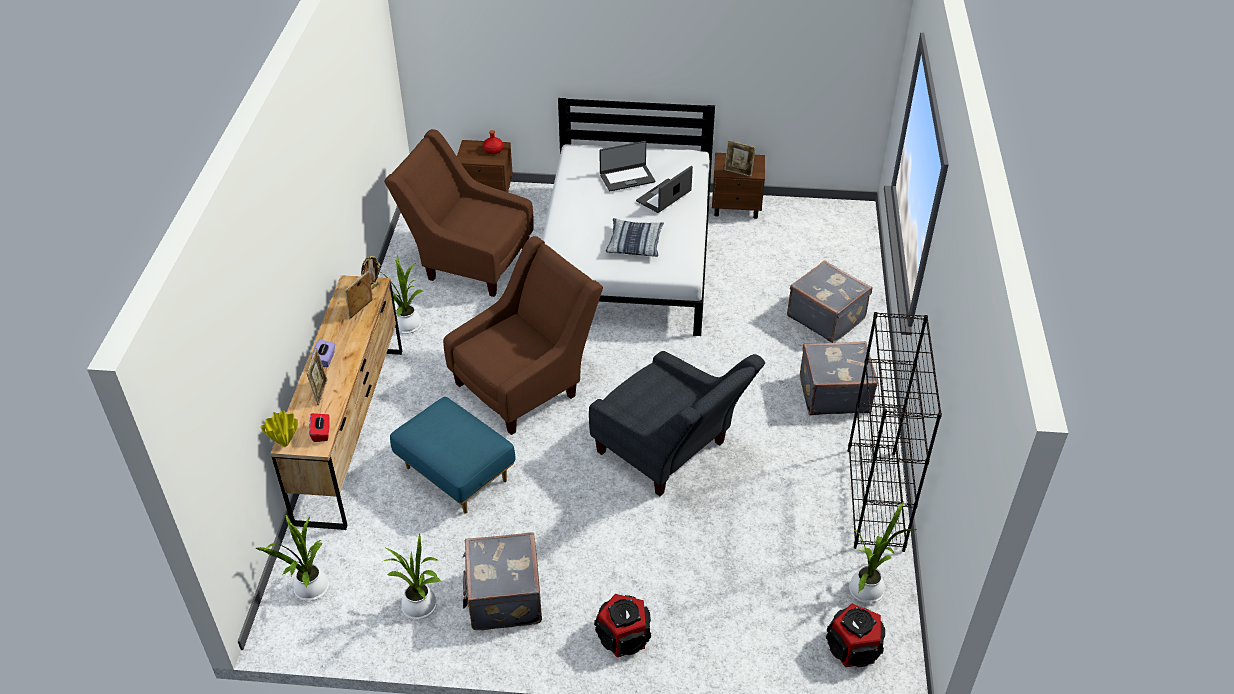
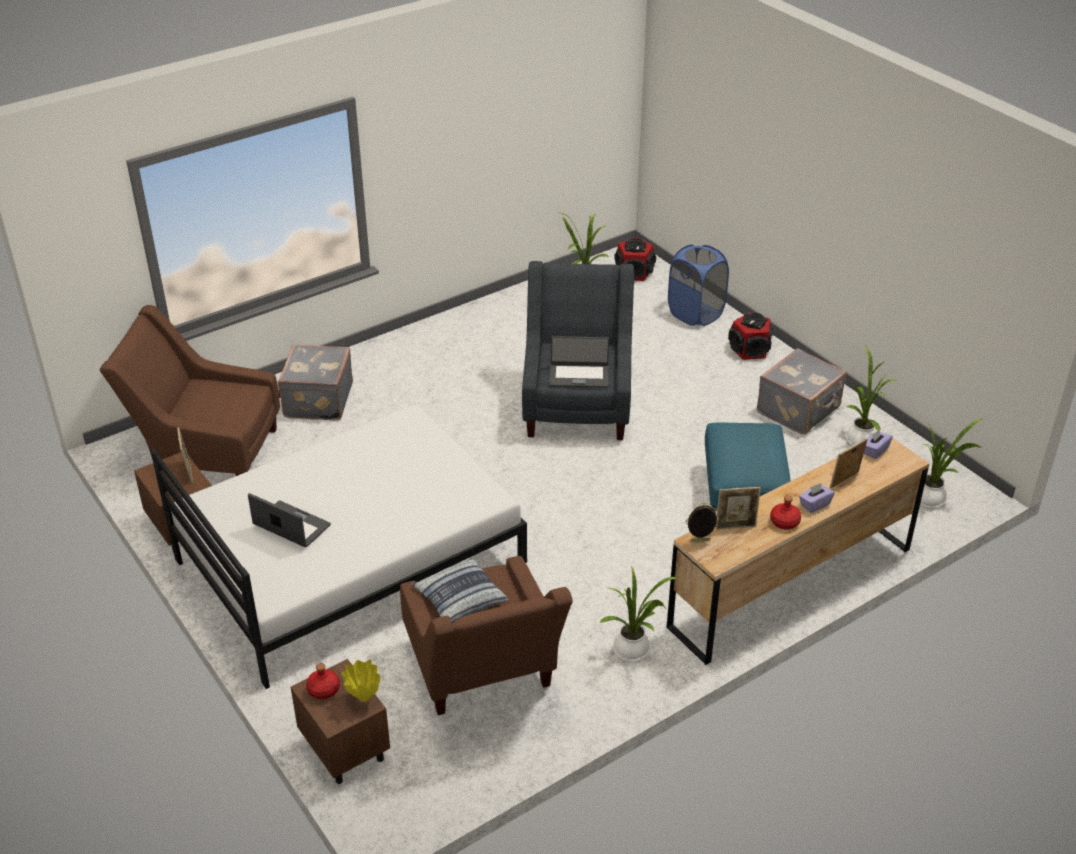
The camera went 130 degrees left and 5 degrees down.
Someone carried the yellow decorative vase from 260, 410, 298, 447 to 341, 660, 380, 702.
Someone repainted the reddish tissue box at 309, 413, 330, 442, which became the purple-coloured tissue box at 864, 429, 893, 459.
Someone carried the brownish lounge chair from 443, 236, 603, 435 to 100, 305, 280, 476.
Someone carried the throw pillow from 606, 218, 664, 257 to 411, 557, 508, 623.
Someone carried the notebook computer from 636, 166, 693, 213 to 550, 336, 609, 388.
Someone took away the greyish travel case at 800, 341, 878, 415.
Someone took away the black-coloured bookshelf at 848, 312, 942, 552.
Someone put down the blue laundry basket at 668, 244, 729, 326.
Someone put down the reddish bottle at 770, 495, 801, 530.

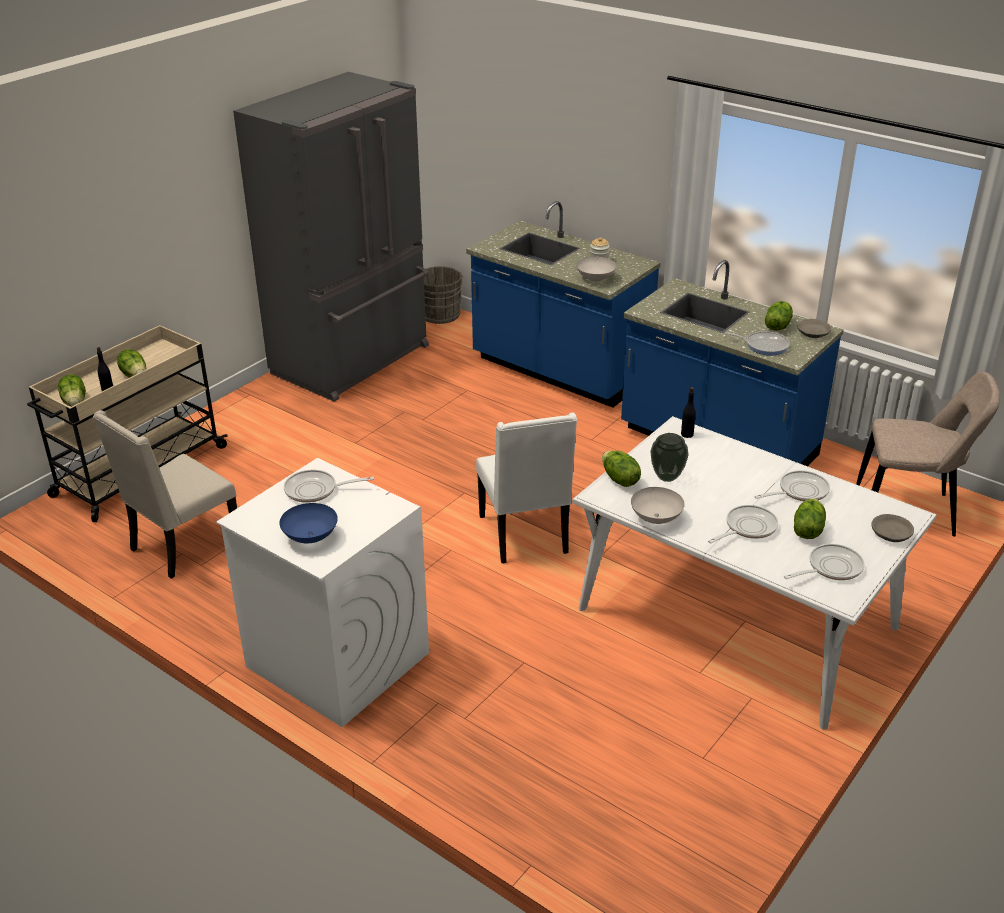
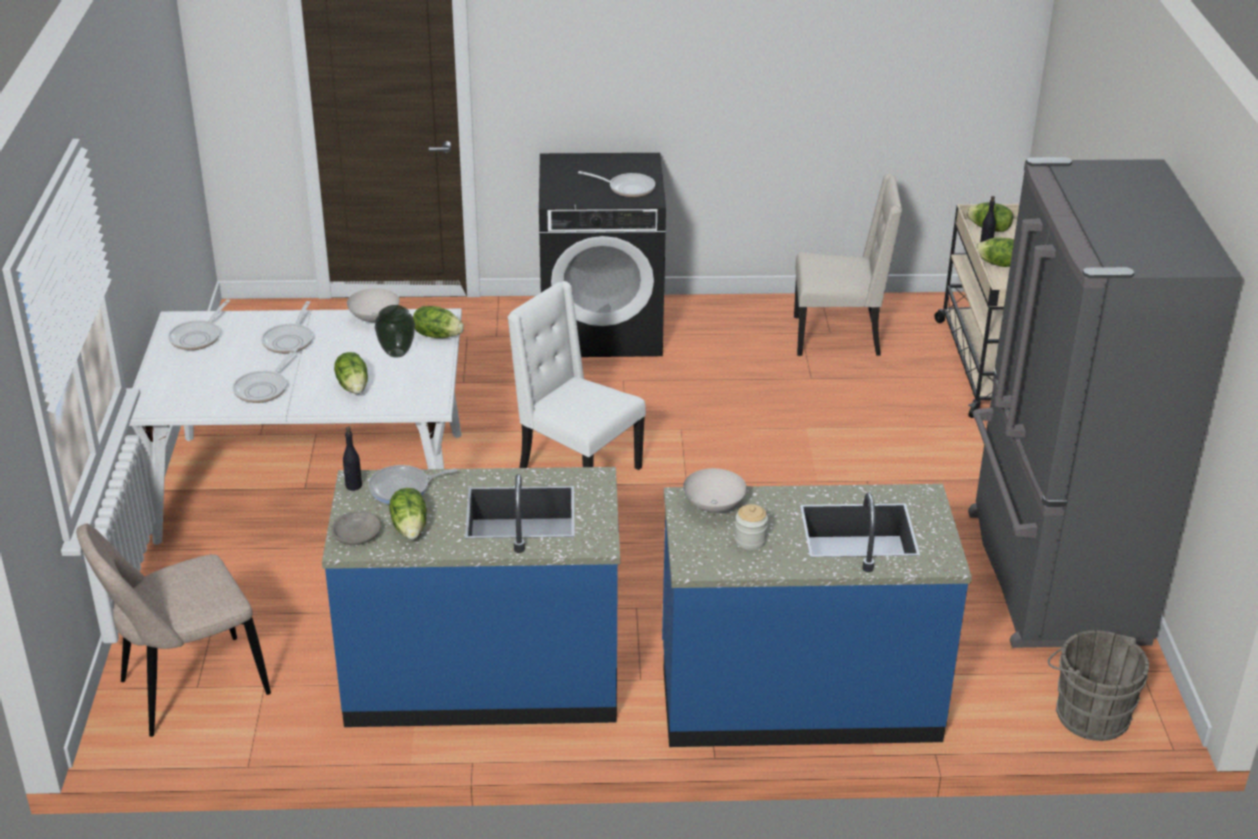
The camera went 140 degrees right and 0 degrees up.
Someone rotated the beige-coloured plain chair at 93, 410, 237, 579 by 90 degrees clockwise.
Someone repainted the whitish washing machine at 216, 458, 429, 727, which became the black-coloured washing machine at 539, 153, 666, 357.
Someone took away the blue serving bowl at 279, 503, 338, 544.
Someone rotated the pan at 284, 470, 374, 503 by 60 degrees clockwise.
Someone carried the black-coloured bottle from 681, 387, 696, 438 to 343, 427, 362, 491.
Someone carried the head of lettuce from 794, 498, 826, 539 to 334, 352, 368, 394.
Someone took away the greyish serving bowl at 871, 514, 914, 542.

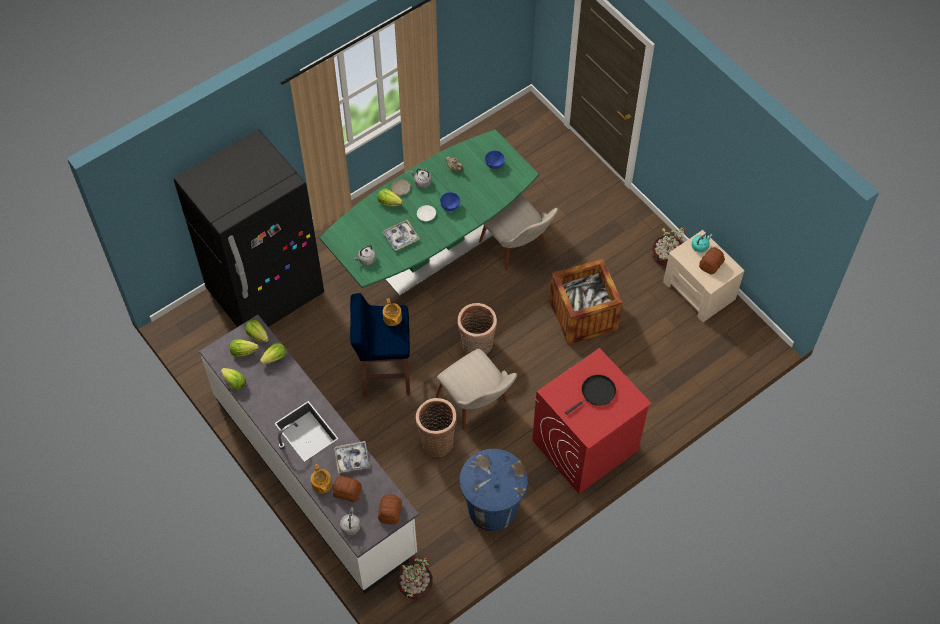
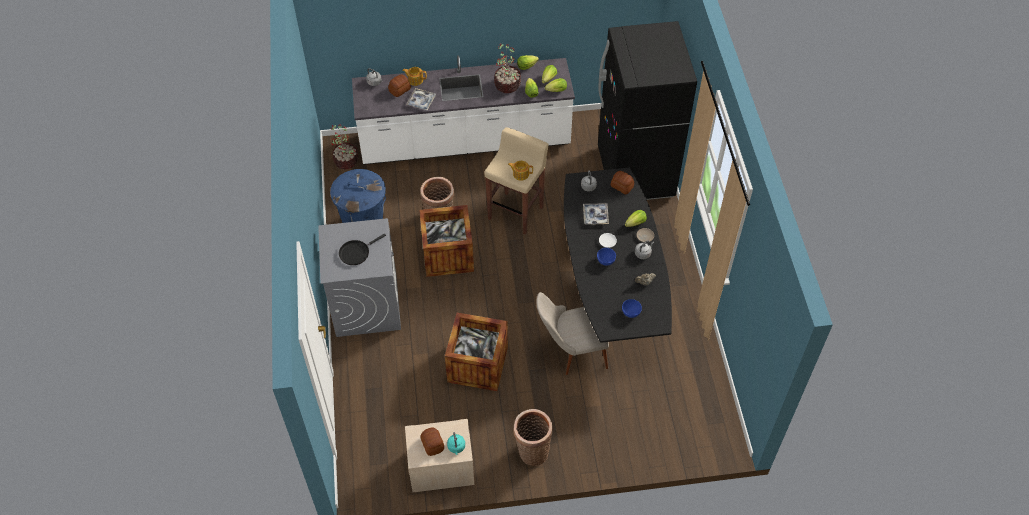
The camera went 120 degrees right and 5 degrees down.
Someone repainted the green kitchen table at 320, 130, 539, 296, which became the black-coloured kitchen table at 564, 168, 672, 343.
Someone repainted the blue stool seat at 350, 293, 410, 397, which became the beige-coloured stool seat at 484, 127, 549, 235.
Someone carried the bakery bread from 378, 494, 402, 525 to 611, 171, 634, 194.
Someone swapped the beige-coloured plain chair at 436, 349, 517, 430 for the packing crate at 419, 205, 474, 277.
Someone carried the storage basket from 457, 303, 497, 355 to 513, 409, 553, 466.
Someone repainted the reddish washing machine at 532, 348, 652, 494, which became the greyish washing machine at 318, 218, 401, 337.
Someone rotated the black-coloured pan at 565, 375, 616, 414 by 60 degrees clockwise.
Someone carried the houseplant from 652, 227, 687, 267 to 494, 44, 521, 93.

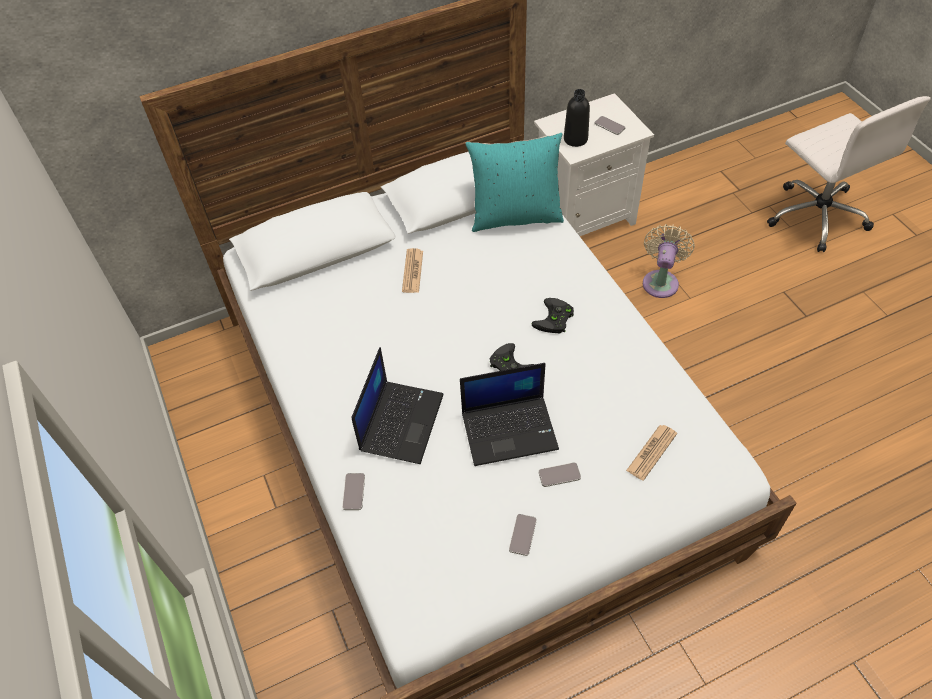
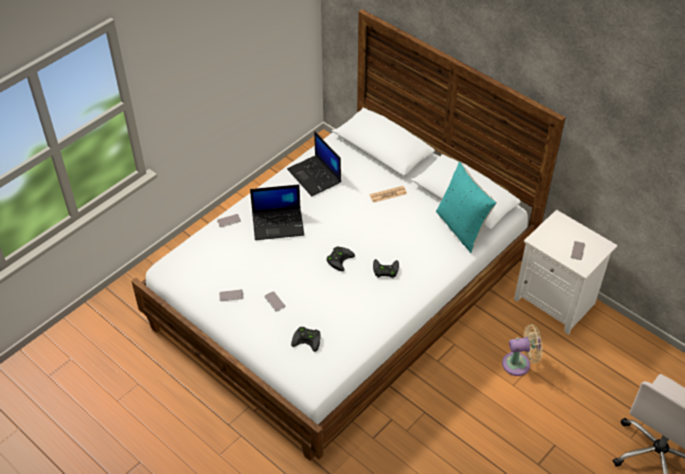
The camera went 65 degrees right and 5 degrees down.
Someone carried the notebook computer from 460, 363, 559, 466 to 287, 131, 341, 196.
Someone took away the black-coloured bottle at 564, 89, 590, 147.
Someone swapped the daily paper at 626, 425, 677, 481 for the black-coloured joypad at 291, 327, 321, 352.

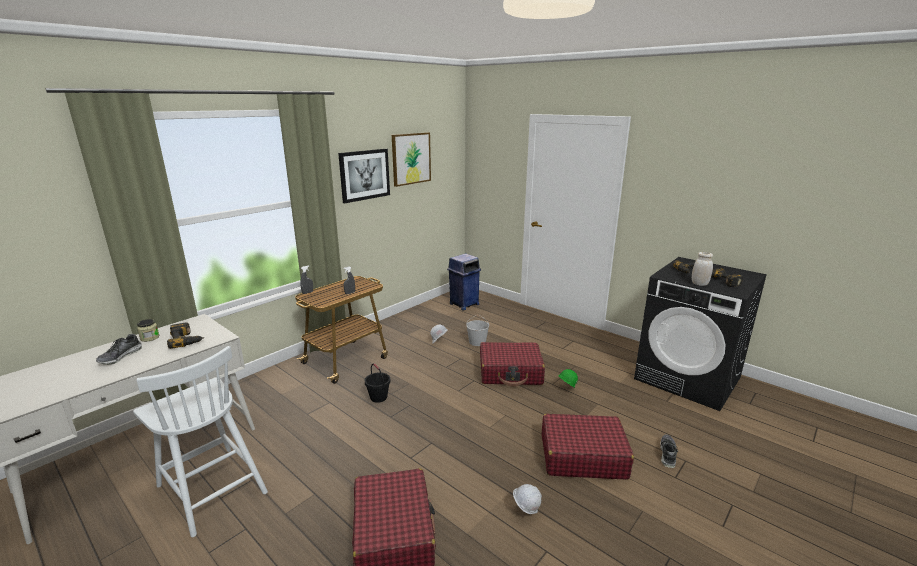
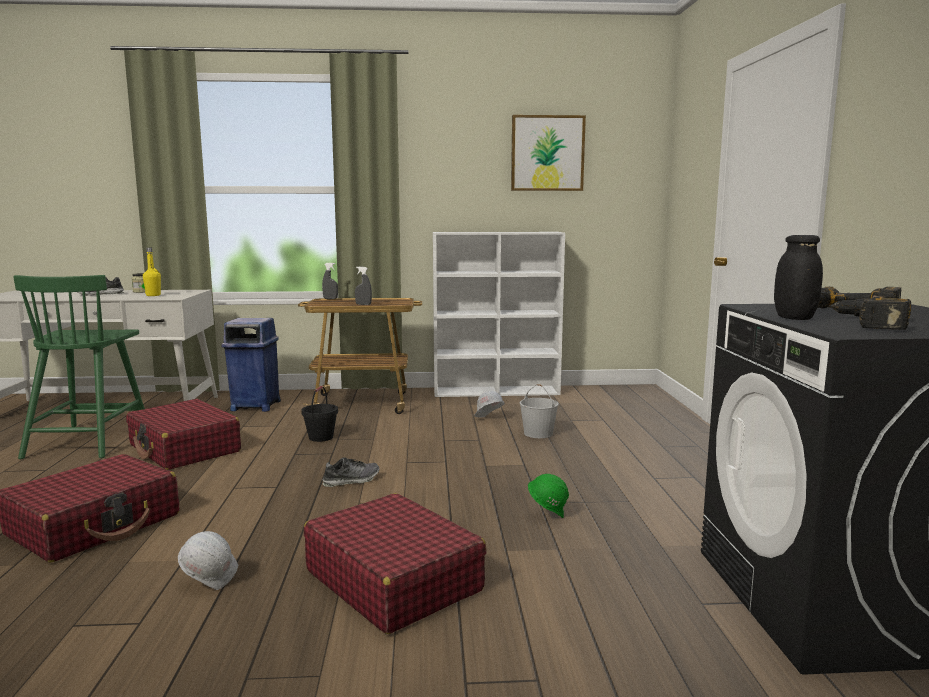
The camera went 45 degrees right and 10 degrees down.
Someone repainted the whitish plain chair at 133, 346, 268, 537, which became the green plain chair at 14, 275, 145, 459.
Someone swapped the drill at 167, 322, 204, 349 for the yellow bottle at 143, 248, 161, 296.
Someone took away the wall picture at 338, 149, 390, 203.
Someone carried the blue trash can from 447, 253, 481, 310 to 221, 318, 281, 412.
Someone carried the reddish travel case from 480, 342, 545, 387 to 126, 399, 241, 470.
Someone carried the low shoe from 660, 434, 678, 468 to 323, 457, 380, 487.
Someone repainted the whitish jar at 692, 252, 713, 286, which became the black-coloured jar at 774, 235, 823, 320.
Someone put down the whitish bookshelf at 433, 232, 565, 397.

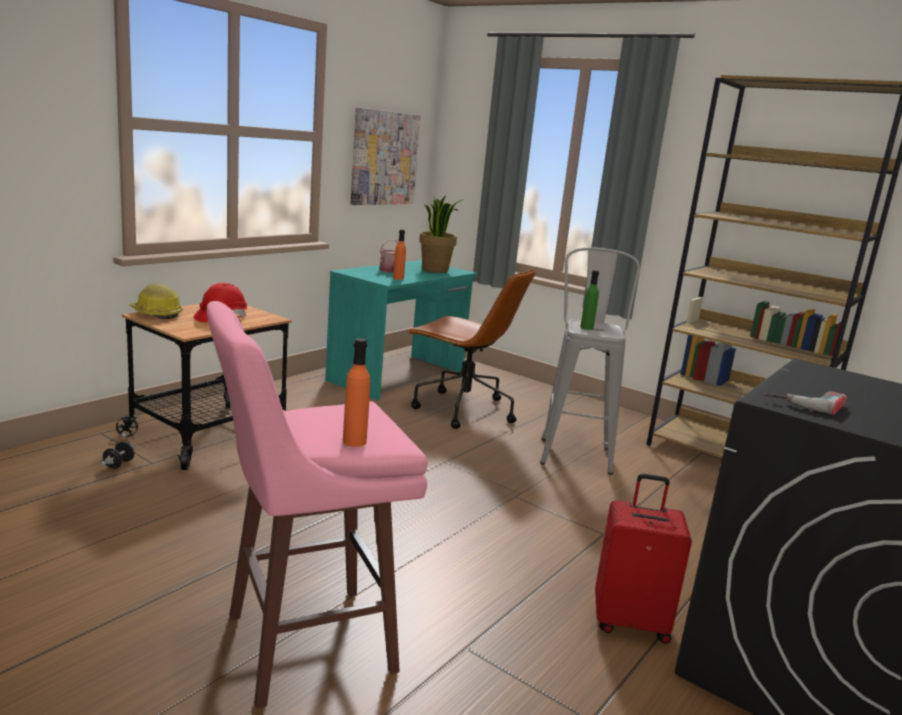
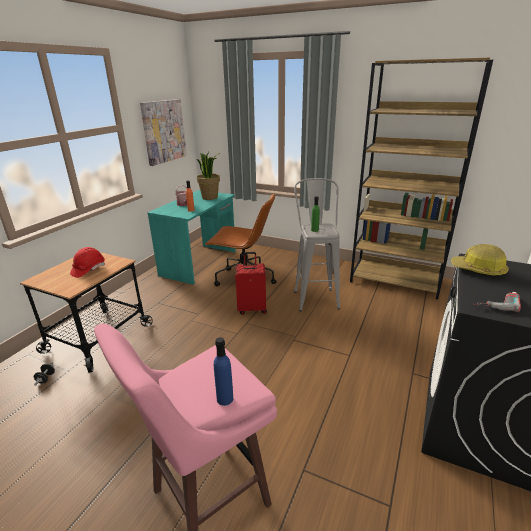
The camera went 10 degrees left and 10 degrees up.
Someone carried the work helmet from 130, 284, 183, 319 to 451, 244, 509, 276.
Someone repainted the orange-coloured bottle at 343, 338, 370, 447, which became the blue bottle at 214, 337, 233, 406.
Someone carried the reddish travel case from 595, 473, 692, 644 to 235, 252, 267, 315.

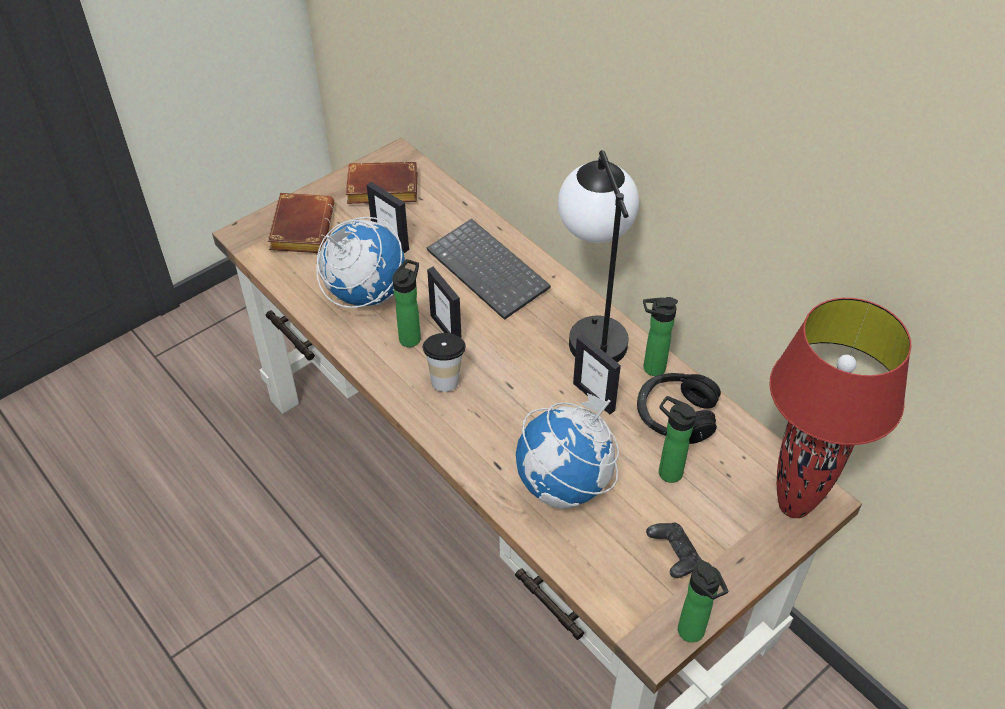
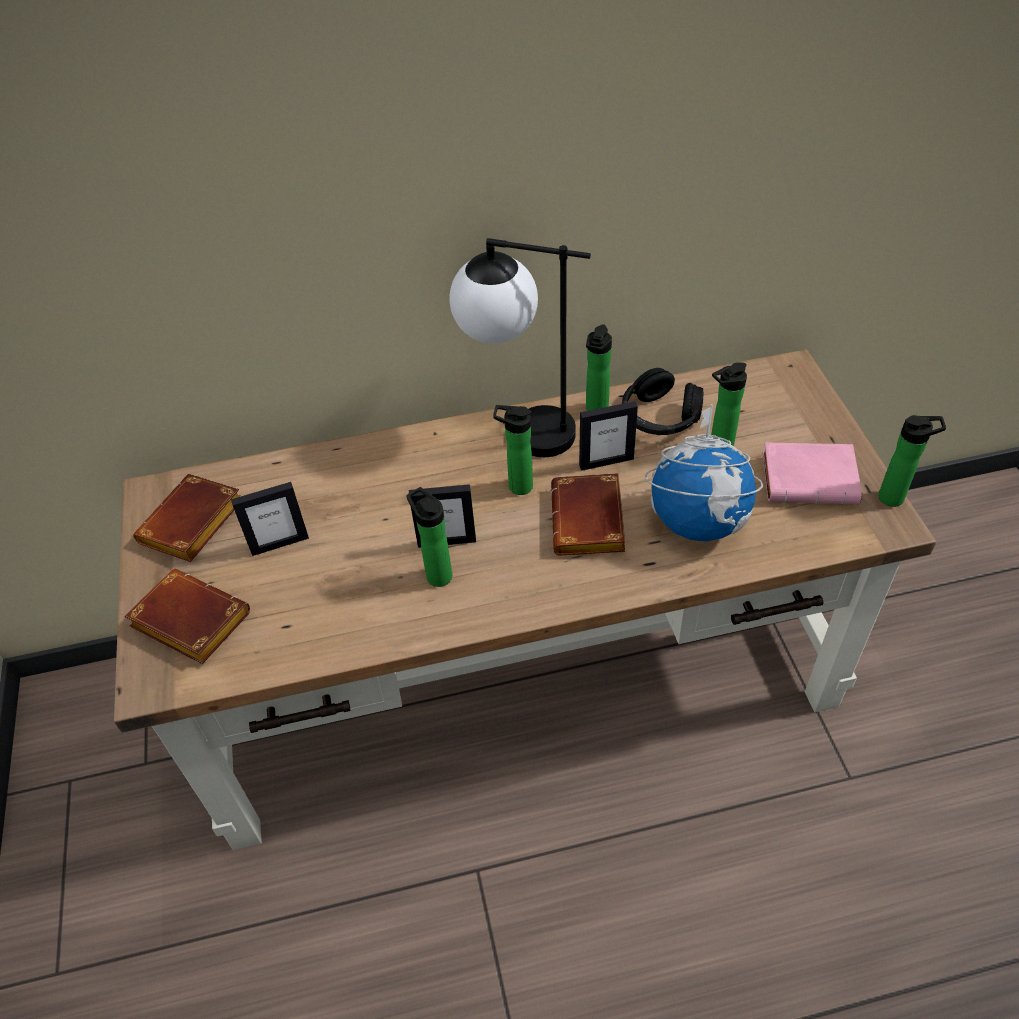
The camera went 60 degrees left and 0 degrees up.
Someone took away the desk globe at 316, 217, 405, 308.
Someone took away the drinking cup at 423, 333, 466, 392.
Someone took away the computer keyboard at 427, 218, 551, 320.
Someone swapped the black-coloured joypad at 646, 522, 702, 578 for the pinkish bound book at 762, 442, 862, 504.
Someone took away the reddish lamp for a table at 769, 298, 911, 518.
Someone put down the bottle at 493, 405, 533, 495.
Someone put down the brownish bound book at 551, 473, 625, 556.

